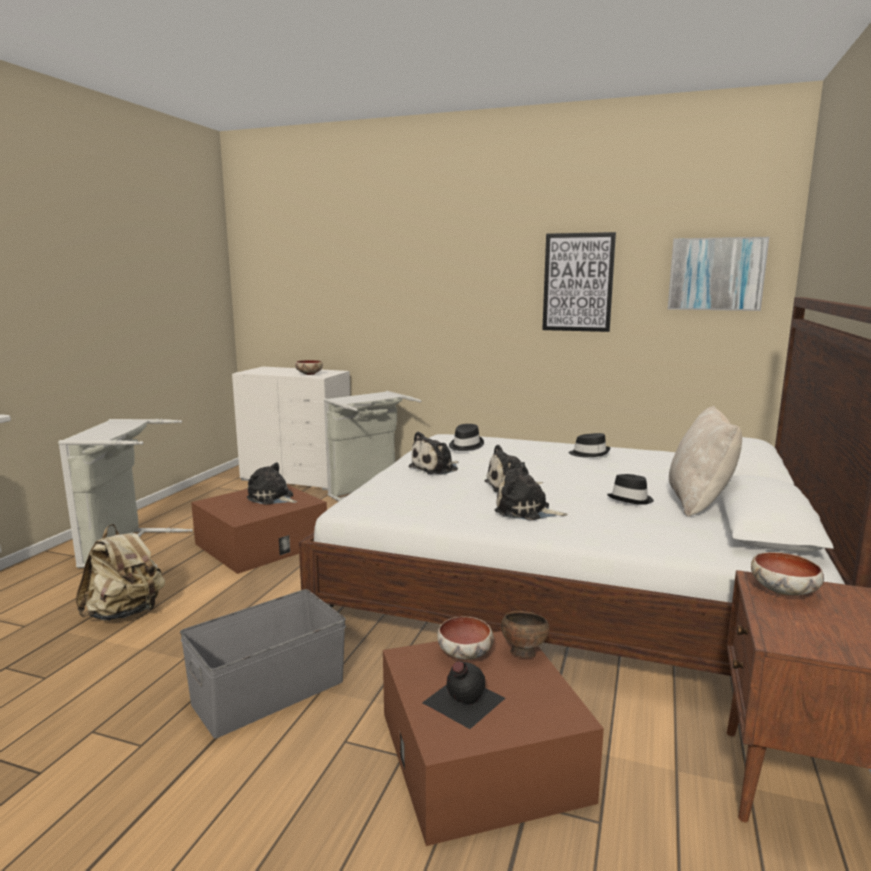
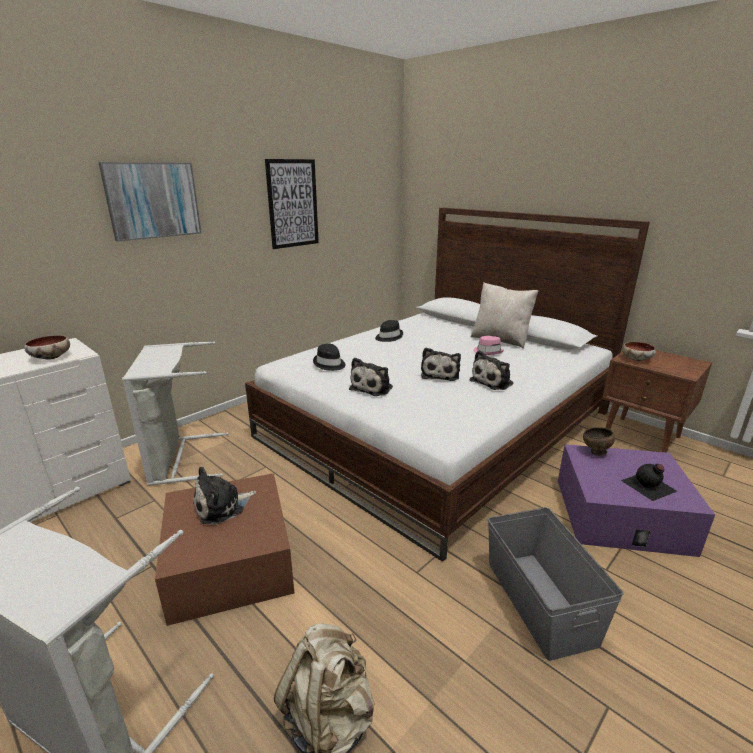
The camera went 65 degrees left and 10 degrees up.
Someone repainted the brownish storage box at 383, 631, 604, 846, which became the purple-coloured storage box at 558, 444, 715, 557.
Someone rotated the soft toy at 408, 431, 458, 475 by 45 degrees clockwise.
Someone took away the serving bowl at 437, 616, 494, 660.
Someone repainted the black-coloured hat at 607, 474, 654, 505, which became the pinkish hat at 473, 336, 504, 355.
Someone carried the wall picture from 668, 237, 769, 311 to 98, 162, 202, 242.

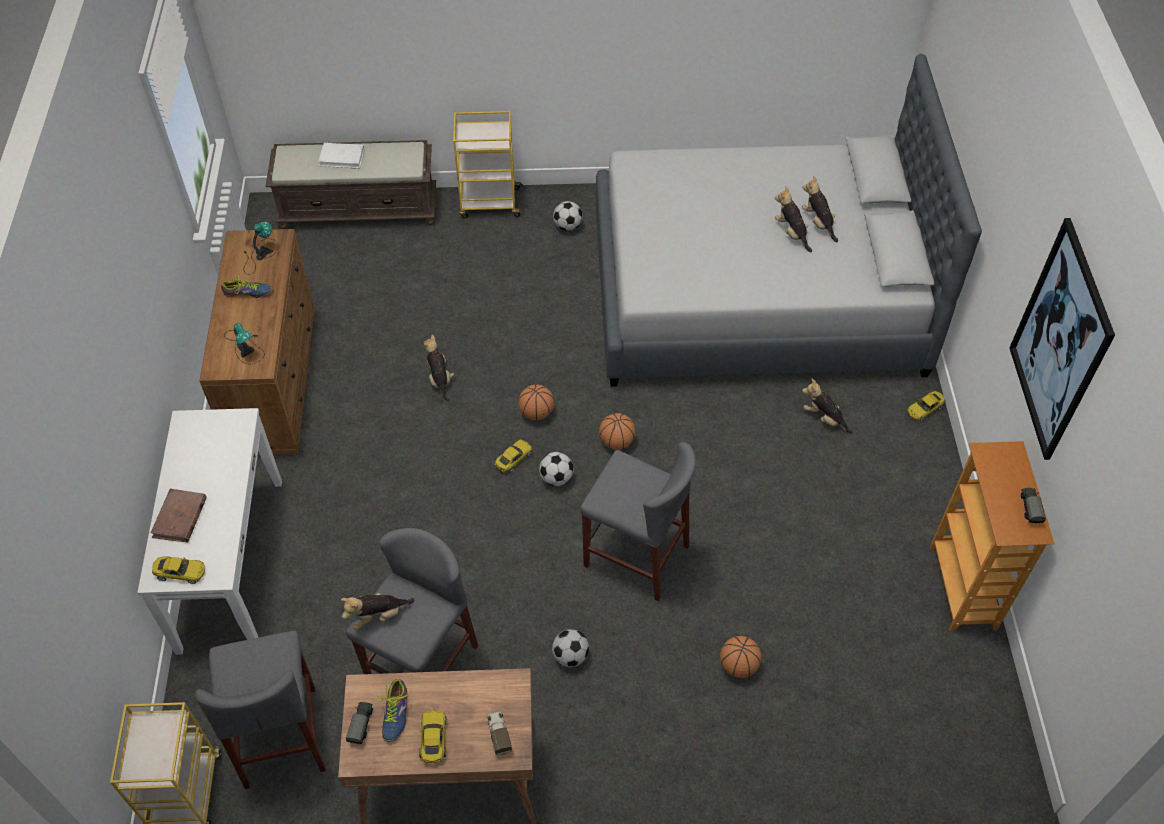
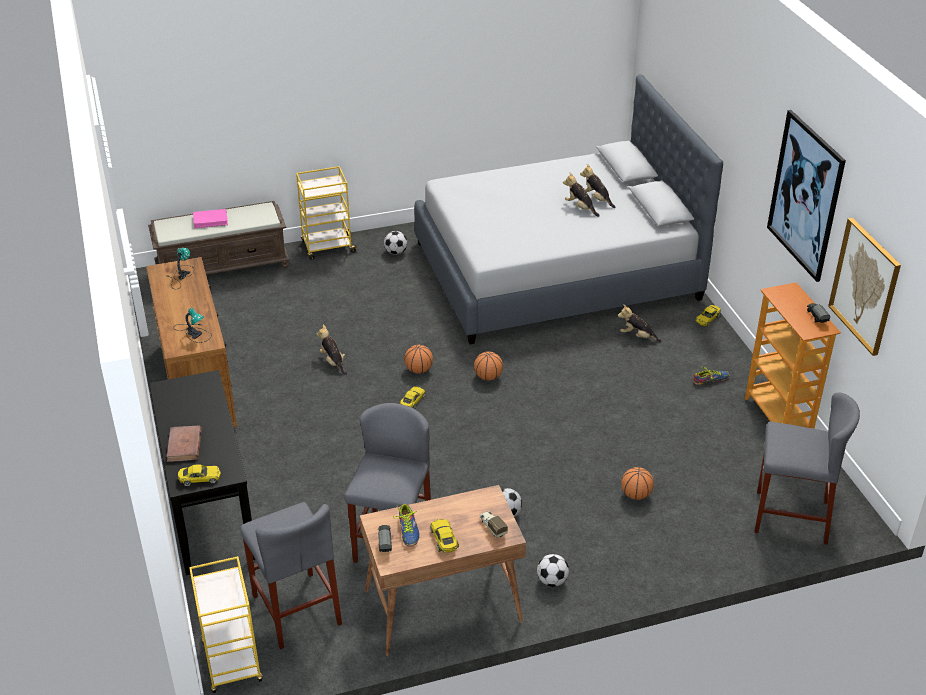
The camera went 15 degrees left and 15 degrees down.
Someone repainted the whitish console table at 137, 408, 282, 655, which became the black-coloured console table at 149, 370, 255, 575.
Someone carried the low shoe from 221, 275, 273, 298 to 693, 367, 730, 385.
Someone repainted the whitish bound book at 318, 143, 364, 169, which became the pinkish bound book at 193, 209, 228, 228.
Someone took away the soft toy at 341, 593, 414, 630.
Someone carried the football ball from 539, 452, 574, 486 to 537, 554, 569, 587.
Someone carried the greyish stool seat from 580, 442, 696, 601 to 754, 393, 860, 545.
Someone put up the wall picture at 828, 218, 901, 356.

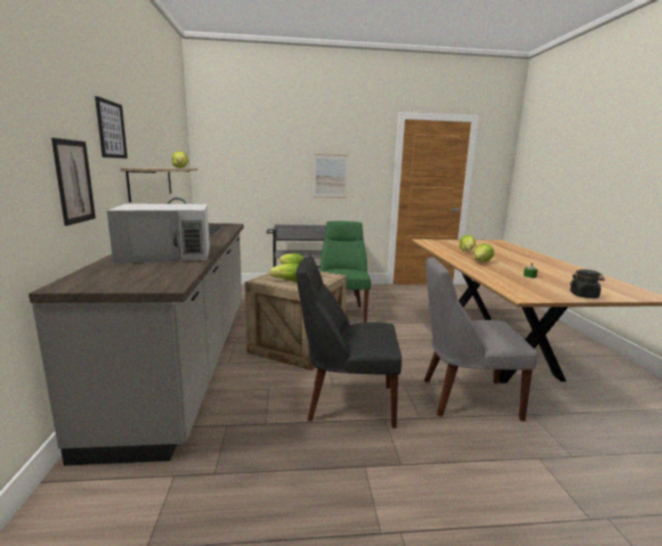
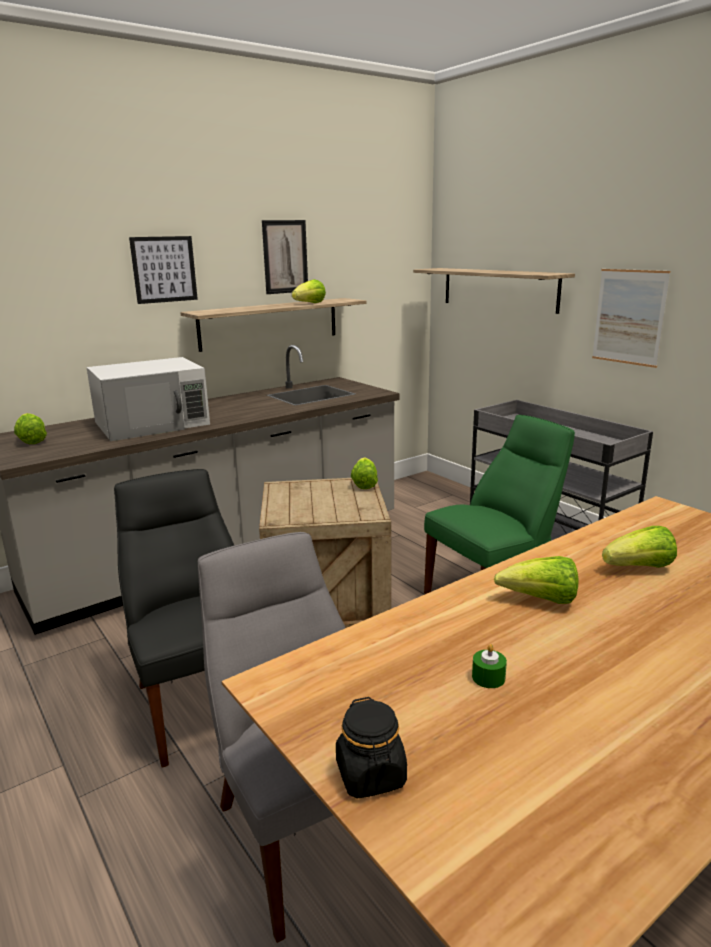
The camera went 60 degrees right and 5 degrees up.
Someone carried the wall picture from 51, 138, 96, 226 to 262, 220, 308, 294.
Someone rotated the whitish microwave oven at 107, 204, 210, 264 by 75 degrees counterclockwise.
Someone carried the head of lettuce from 270, 263, 299, 281 to 14, 413, 47, 444.
Someone put up the shelf at 413, 268, 575, 314.

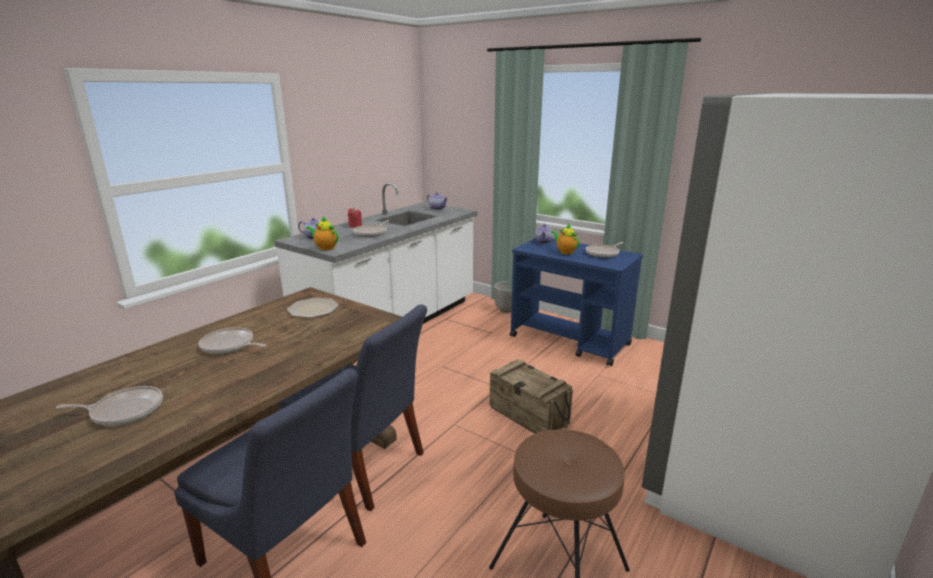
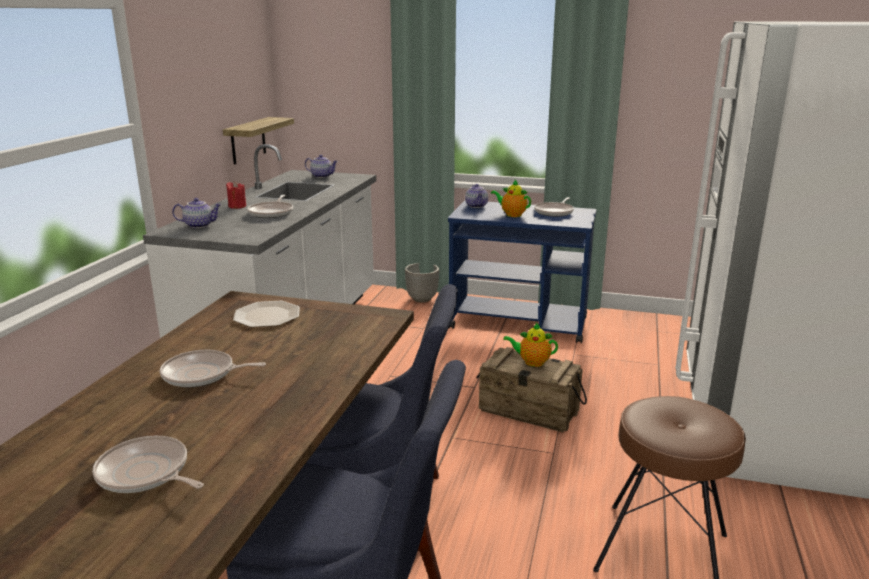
The camera went 20 degrees left and 0 degrees up.
Someone rotated the pan at 56, 386, 163, 426 by 120 degrees counterclockwise.
Someone carried the tea pot from 306, 216, 338, 250 to 503, 323, 558, 367.
Someone put up the shelf at 223, 117, 294, 164.

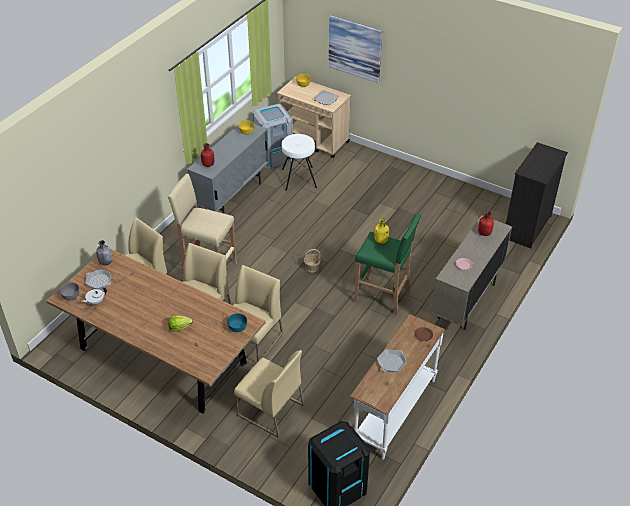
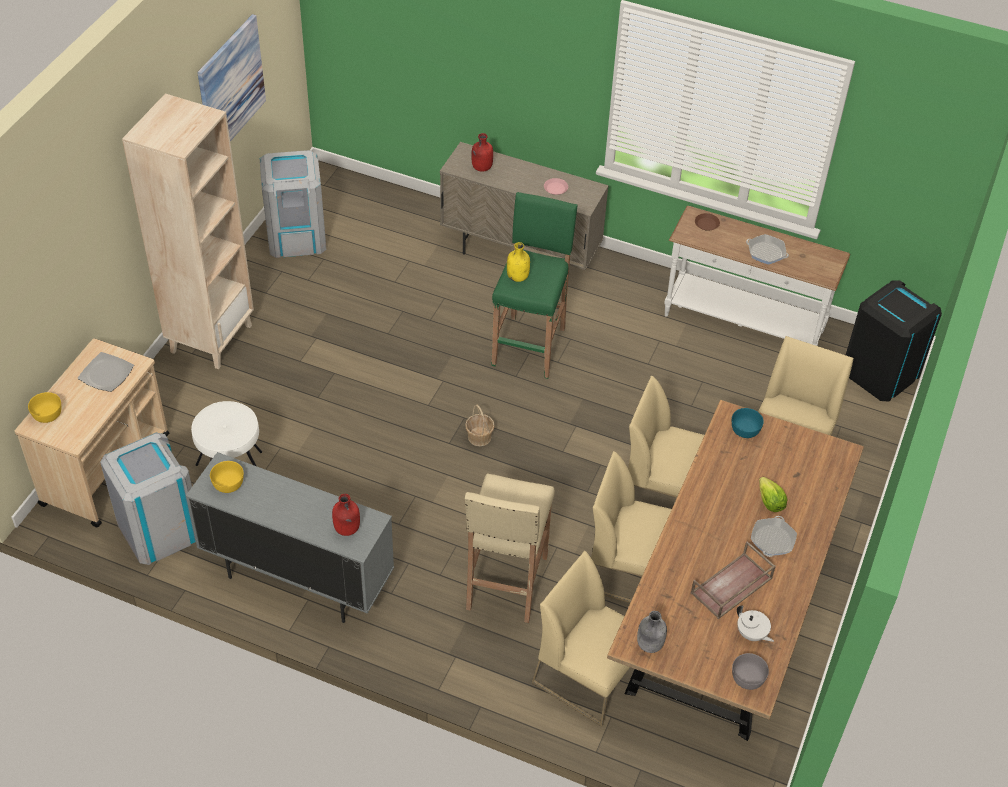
The camera went 100 degrees left and 5 degrees up.
Someone carried the pan from 86, 269, 111, 289 to 751, 516, 797, 557.
Someone carried the wall picture from 329, 15, 382, 83 to 197, 14, 266, 142.
Someone took away the black-coloured dresser at 506, 142, 568, 249.
Someone put down the beige-coloured bookshelf at 122, 93, 254, 369.
Someone put down the greyish trash can at 259, 150, 326, 258.
Someone put down the brownish tray at 691, 541, 776, 619.

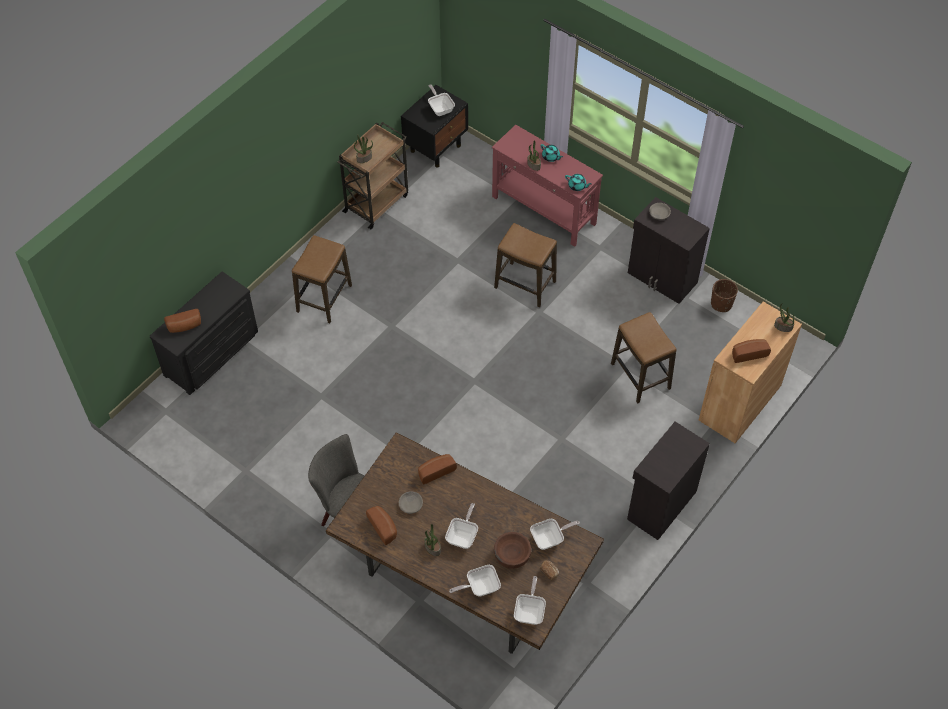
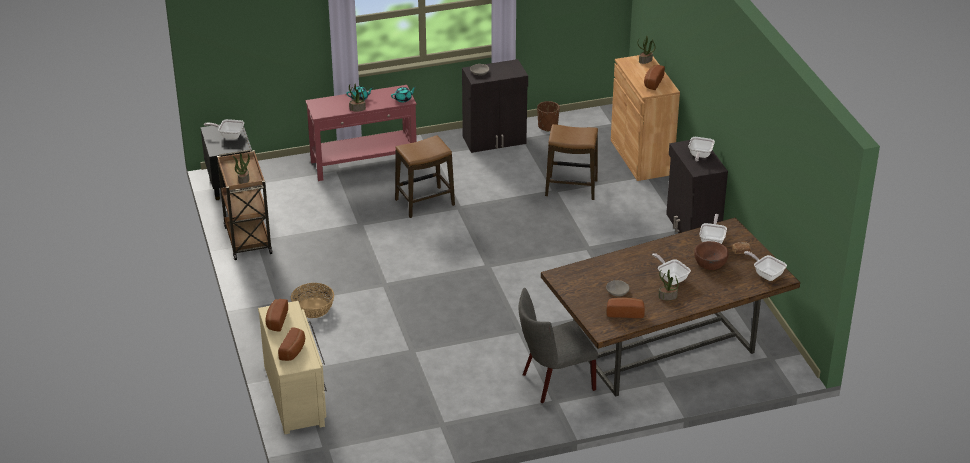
The camera went 55 degrees left and 20 degrees down.
Someone repainted the black-coloured dresser at 150, 271, 258, 395, which became the beige-coloured dresser at 258, 301, 327, 434.
Someone swapped the stool seat at 292, 235, 352, 323 for the storage basket at 291, 283, 334, 318.
Someone carried the bakery bread from 418, 454, 457, 484 to 265, 299, 288, 331.
Someone carried the pan from 449, 565, 501, 597 to 689, 137, 715, 162.

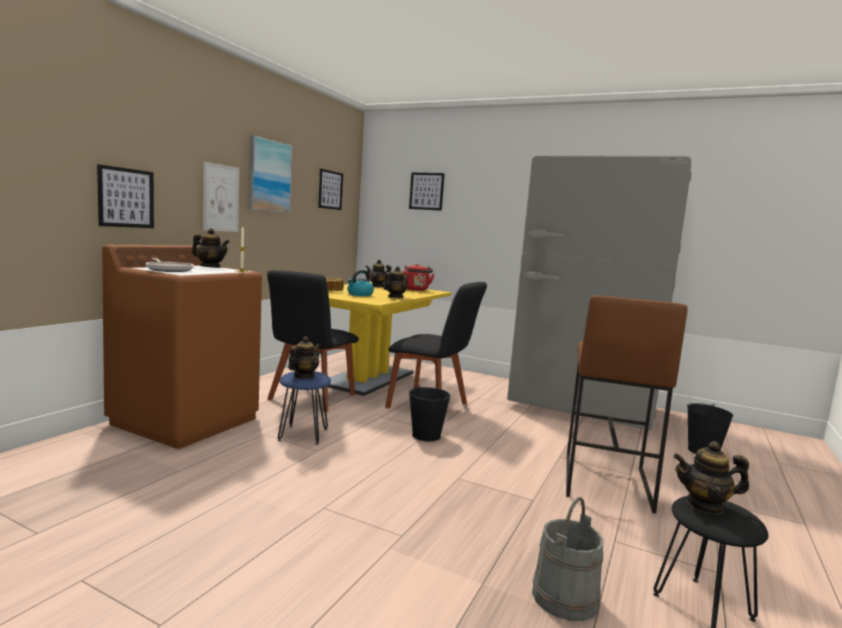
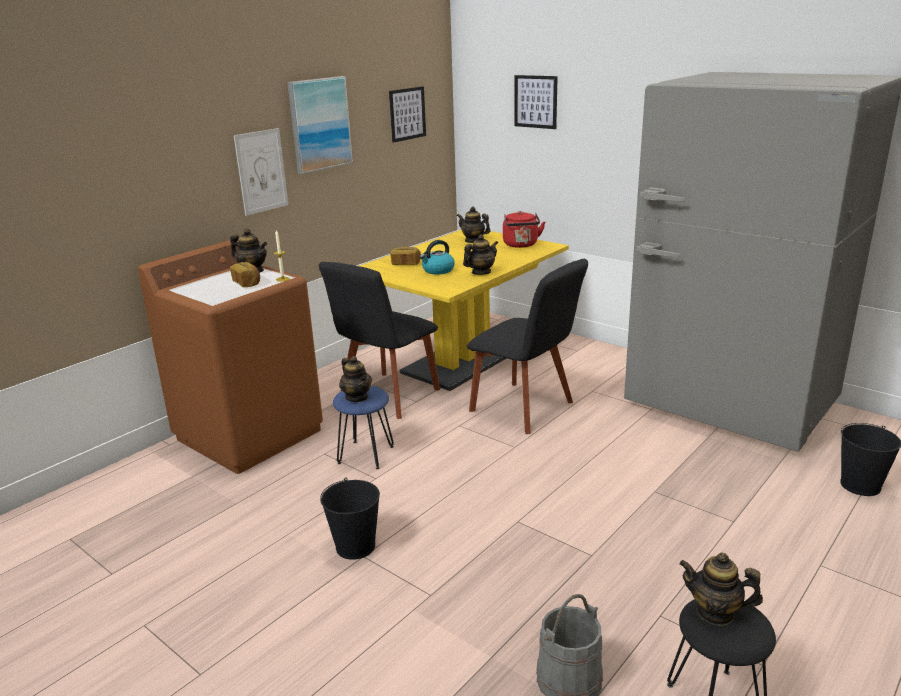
The camera went 15 degrees right and 15 degrees up.
Someone took away the wall picture at 97, 164, 154, 228.
Someone took away the pan at 146, 258, 194, 272.
Someone rotated the tea pot at 288, 336, 320, 378 by 105 degrees clockwise.
Someone carried the black-coloured water bucket from 409, 385, 450, 441 to 320, 478, 380, 560.
Someone took away the brownish stool seat at 566, 296, 688, 514.
Someone put down the bakery bread at 230, 262, 260, 287.

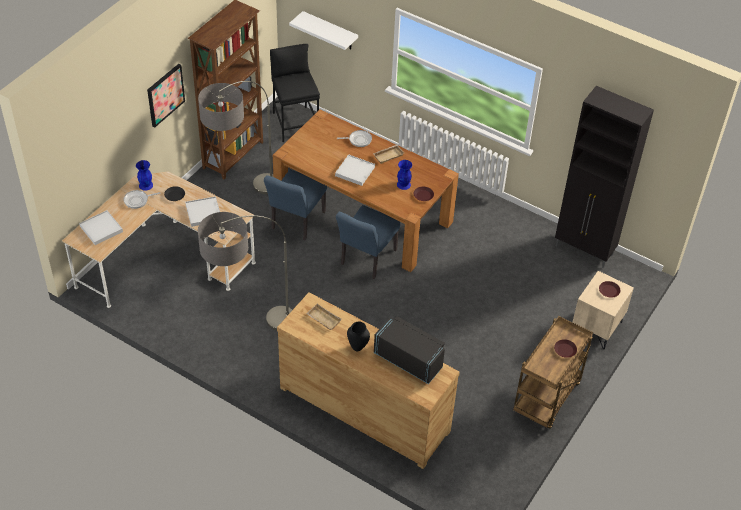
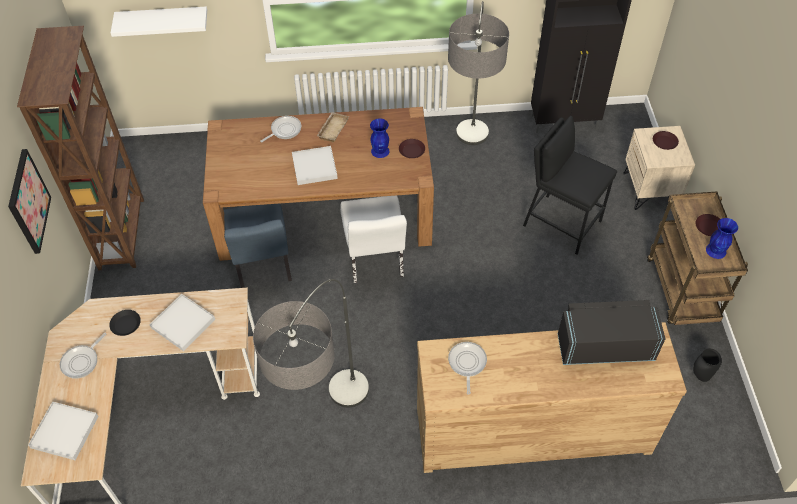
The camera went 35 degrees left and 5 degrees up.
Someone carried the blue decorative vase from 136, 160, 153, 191 to 706, 218, 738, 259.
Someone carried the standard lamp from 198, 81, 273, 194 to 448, 1, 509, 145.
Someone carried the black-coloured stool seat from 270, 44, 320, 142 to 523, 116, 617, 255.
Someone swapped the beige-coloured tray at 306, 304, 342, 330 for the pan at 448, 342, 487, 395.
Someone repainted the blue plain chair at 336, 205, 400, 279, which became the whitish plain chair at 340, 195, 407, 283.
Someone carried the black-coloured decorative vase from 347, 321, 370, 352 to 693, 348, 722, 382.

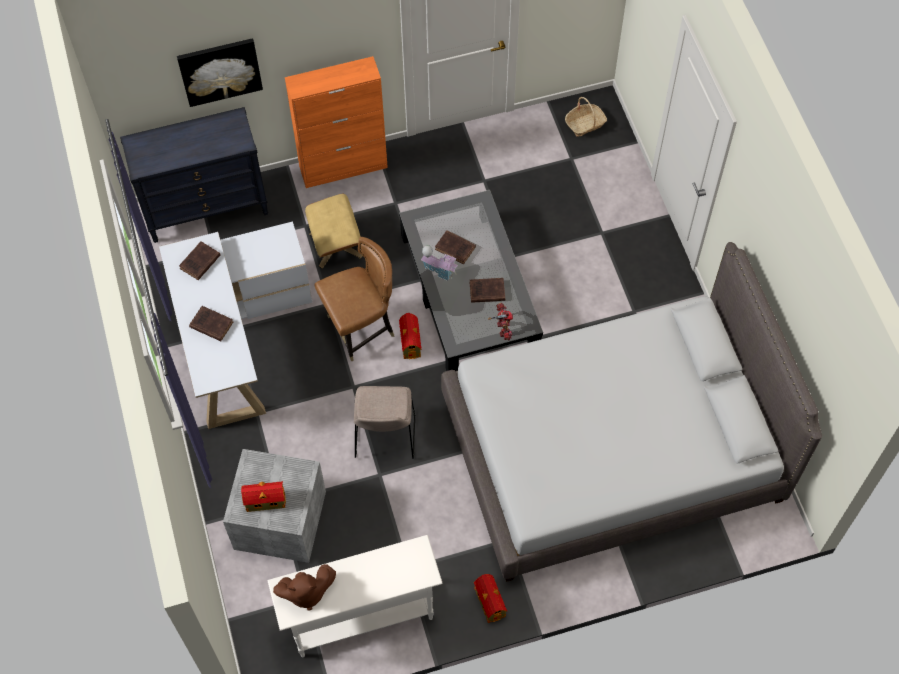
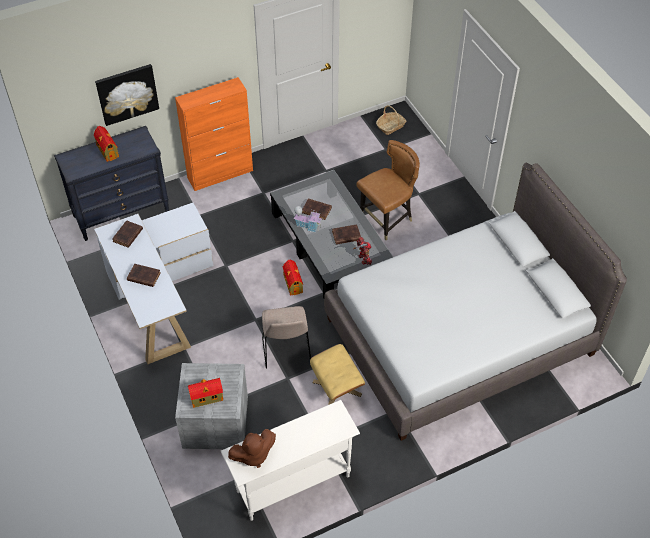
The camera went 10 degrees left and 10 degrees down.
Someone carried the beige-coloured pouffe from 305, 194, 362, 268 to 310, 344, 365, 405.
Someone carried the brownish plain chair from 314, 237, 394, 362 to 356, 140, 420, 240.
Someone carried the miniature house from 474, 574, 507, 623 to 94, 126, 119, 162.

